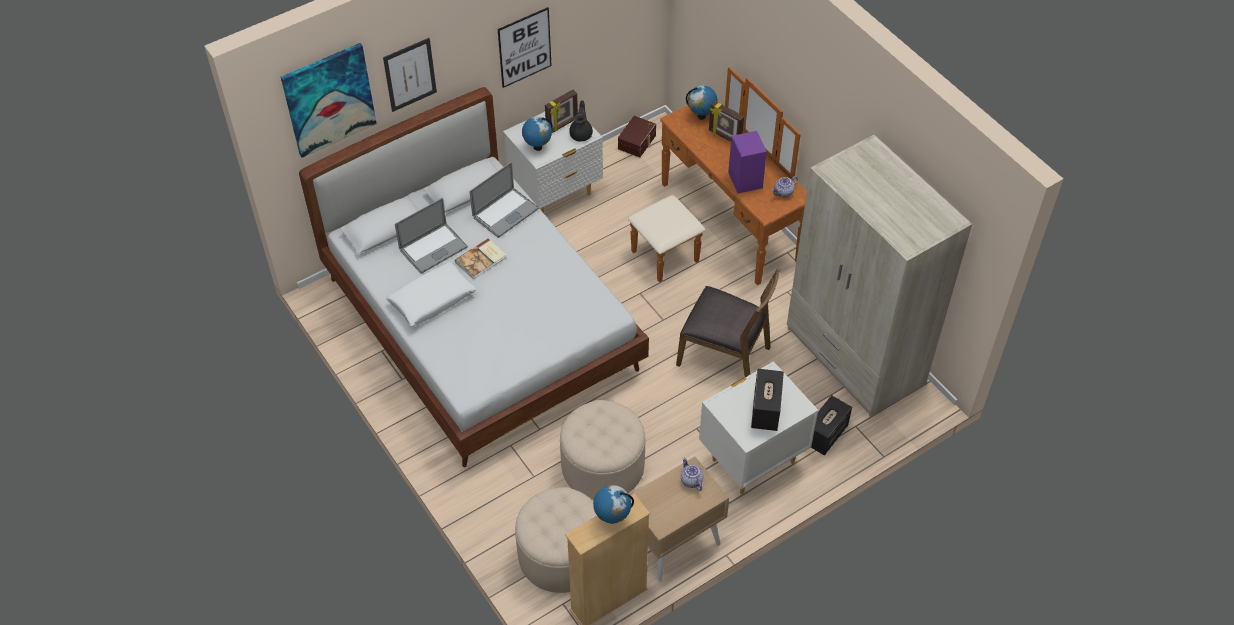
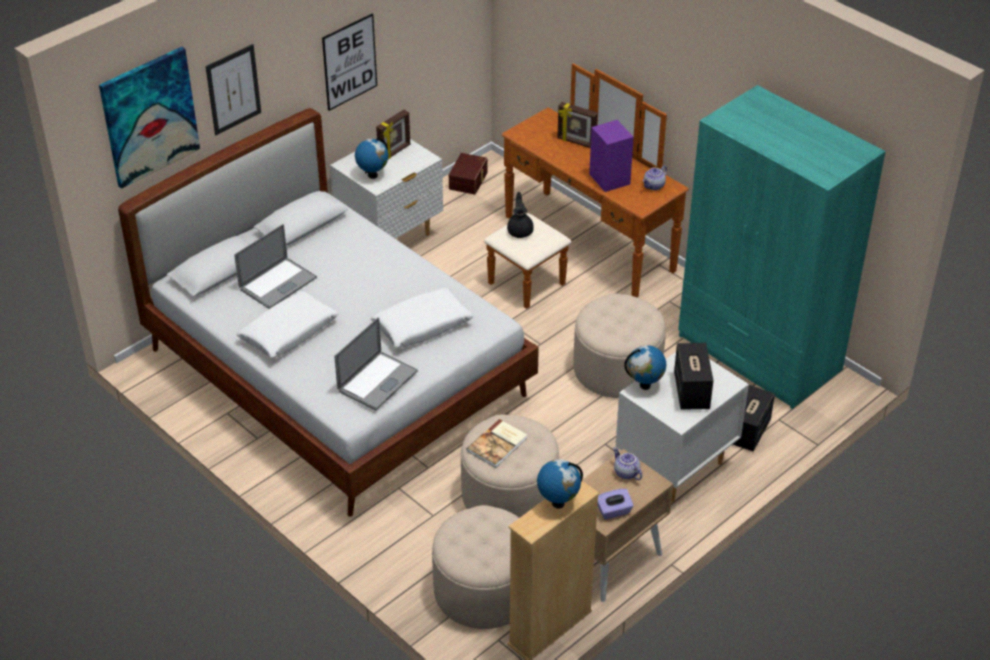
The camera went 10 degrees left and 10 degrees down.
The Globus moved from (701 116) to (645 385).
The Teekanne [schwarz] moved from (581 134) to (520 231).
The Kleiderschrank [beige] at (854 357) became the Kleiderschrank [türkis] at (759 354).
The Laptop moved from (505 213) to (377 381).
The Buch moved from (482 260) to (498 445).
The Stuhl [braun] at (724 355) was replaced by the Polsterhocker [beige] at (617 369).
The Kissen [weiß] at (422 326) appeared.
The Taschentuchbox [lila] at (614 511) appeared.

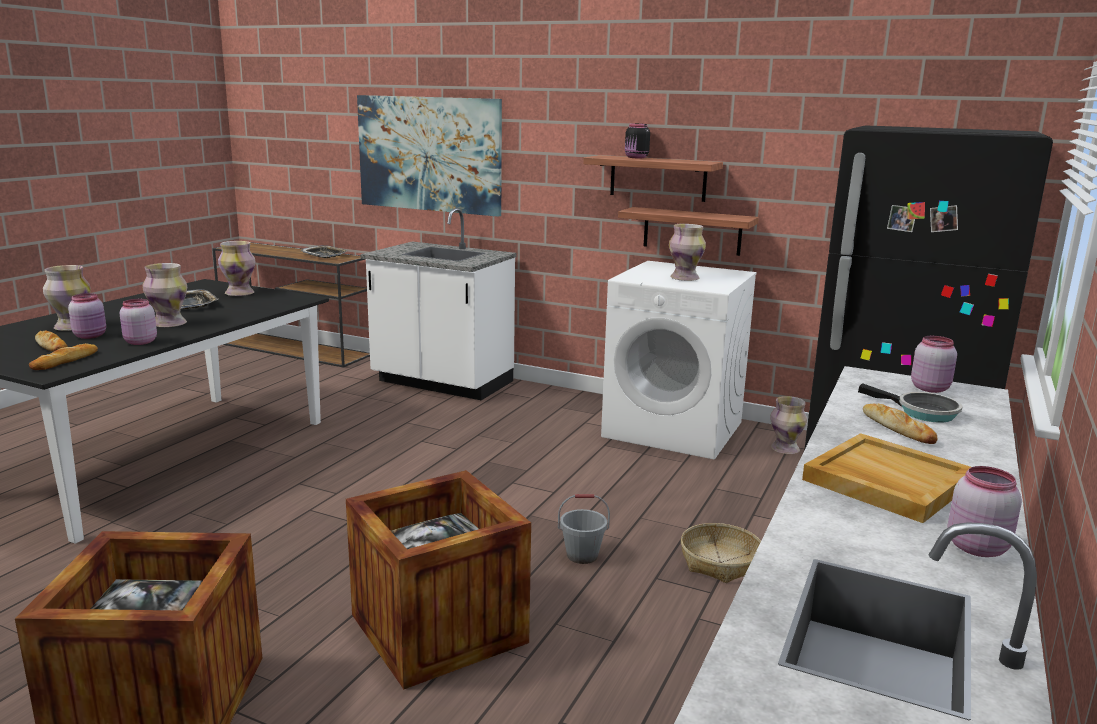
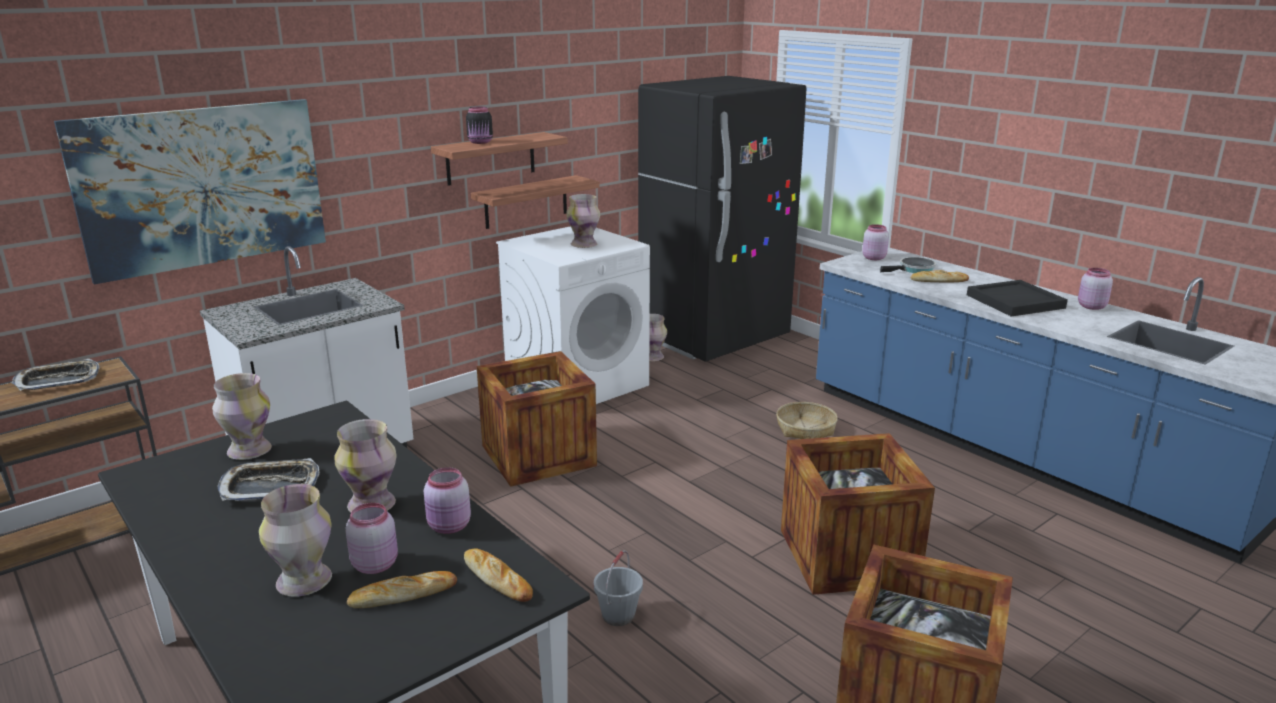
The camera went 65 degrees left and 5 degrees up.
The Tablett [beige] at (885 481) became the Tablett [schwarz] at (1015 302).
The Eimer [grau] moved from (582 555) to (618 615).
The Kiste at (538 455) appeared.

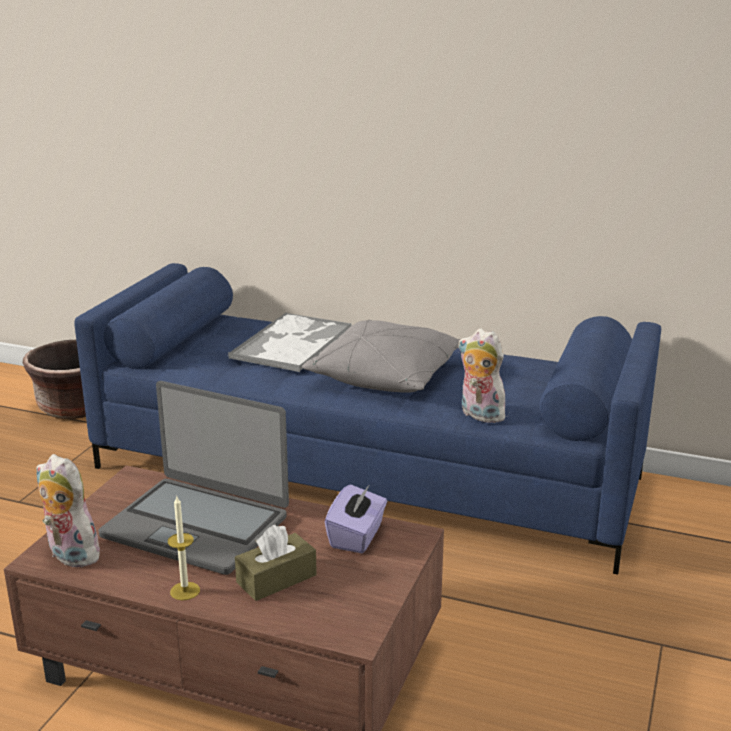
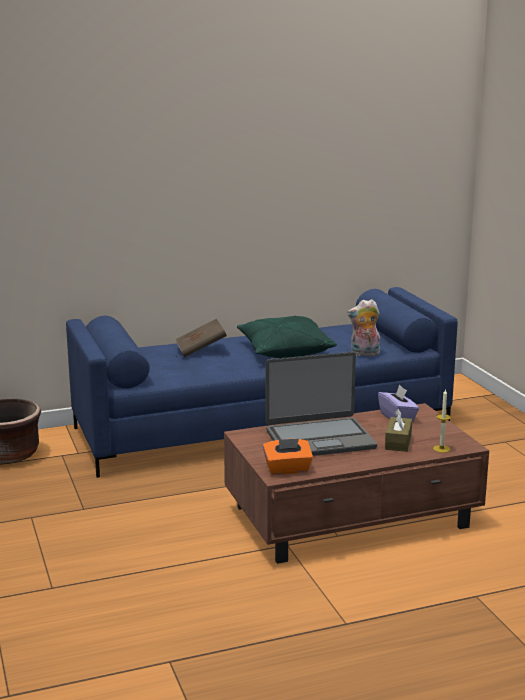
The camera went 40 degrees left and 5 degrees down.
The Tablett at (293 343) was replaced by the Buch [braun] at (201 350).
The Kissen [grau] at (386 376) became the Kissen [grün] at (284 351).
The Plüschtier at (69 555) was replaced by the Taschentuchbox [orange] at (287 470).
The Kerze moved from (185 591) to (441 449).

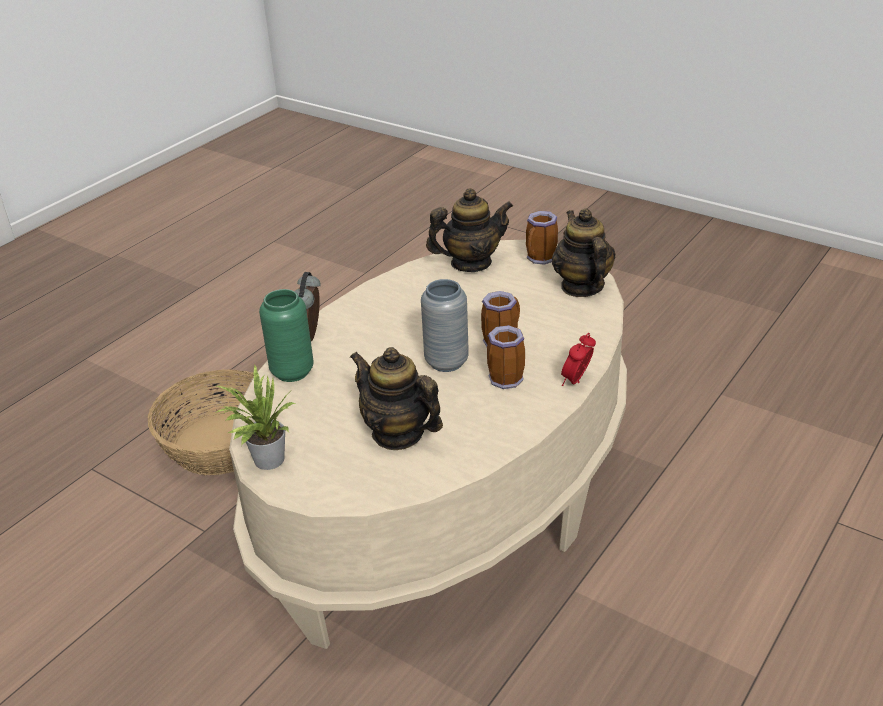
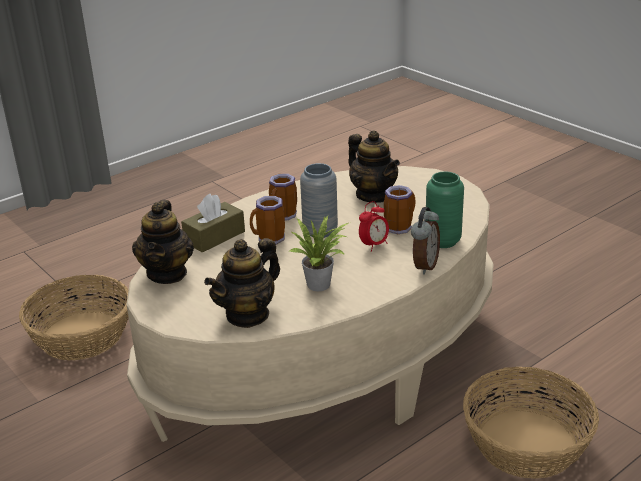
The camera went 165 degrees left and 5 degrees down.
The Teekanne at (470 263) turned 45 degrees counterclockwise.
The Henkelbecher moved from (540 259) to (399 227).
The Wecker moved from (577 381) to (374 245).
The Topfpflanze moved from (265 460) to (322 284).
The Taschentuchbox [braun] at (214 237) appeared.
The Korb at (81 335) appeared.

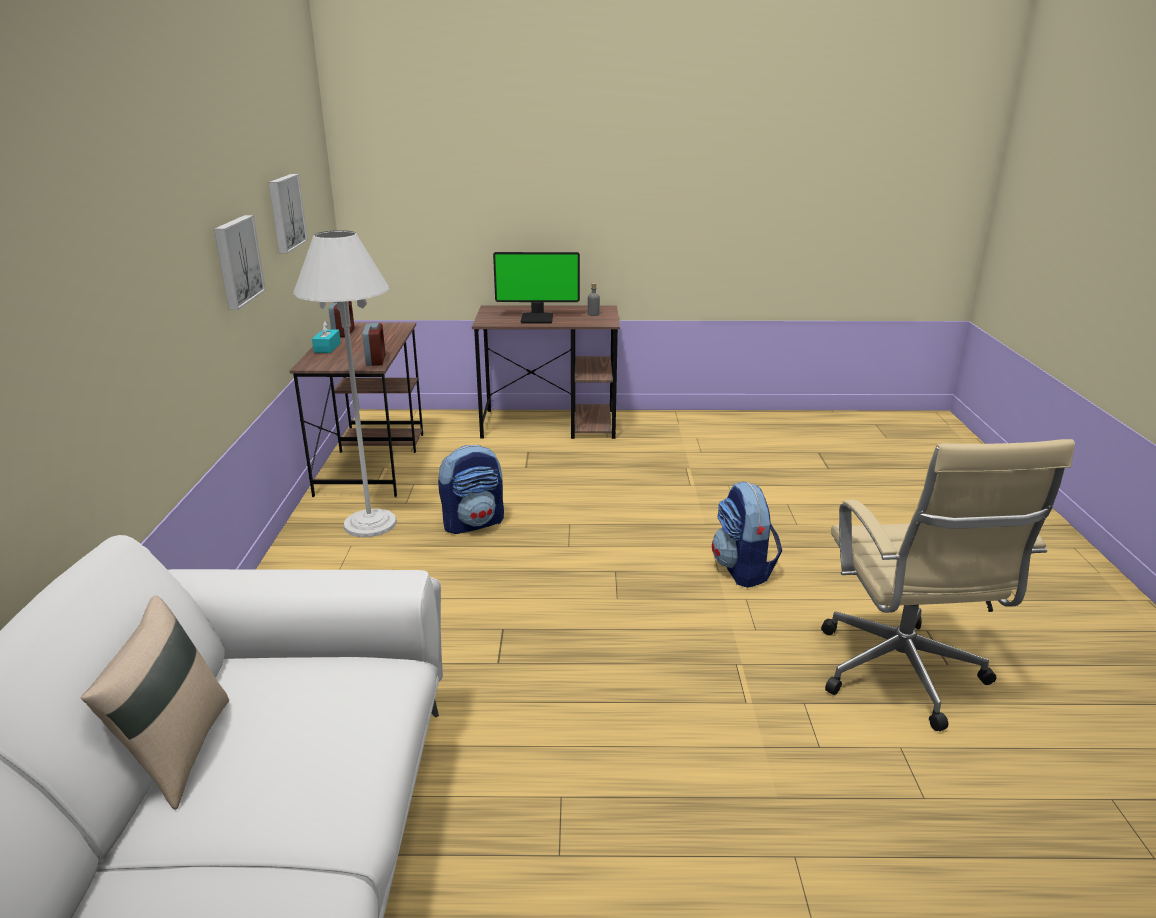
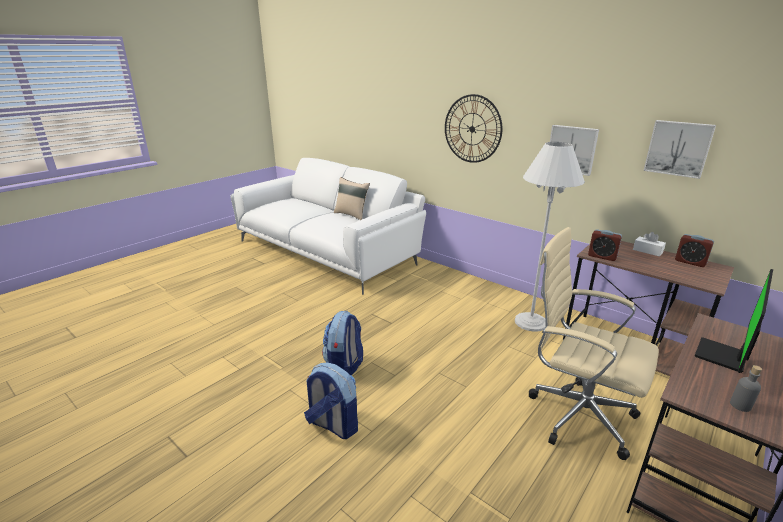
The camera went 130 degrees right and 0 degrees up.
The Taschentuchbox [türkis] at (327 347) became the Taschentuchbox [weiß] at (647 251).
The Bürostuhl [beige] moved from (902 677) to (576 415).
The Rucksack moved from (473 523) to (344 367).
The Wanduhr at (472 129) appeared.

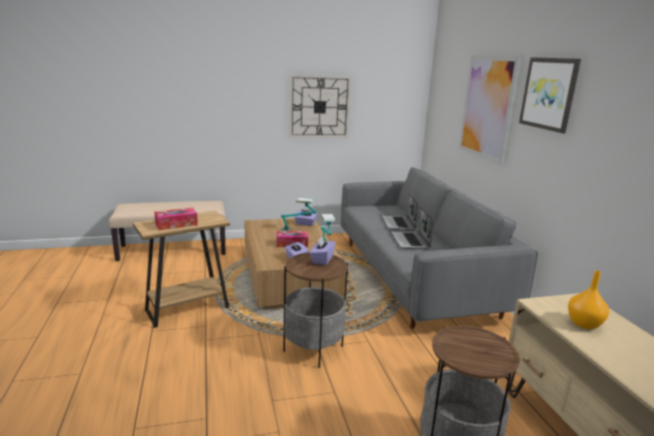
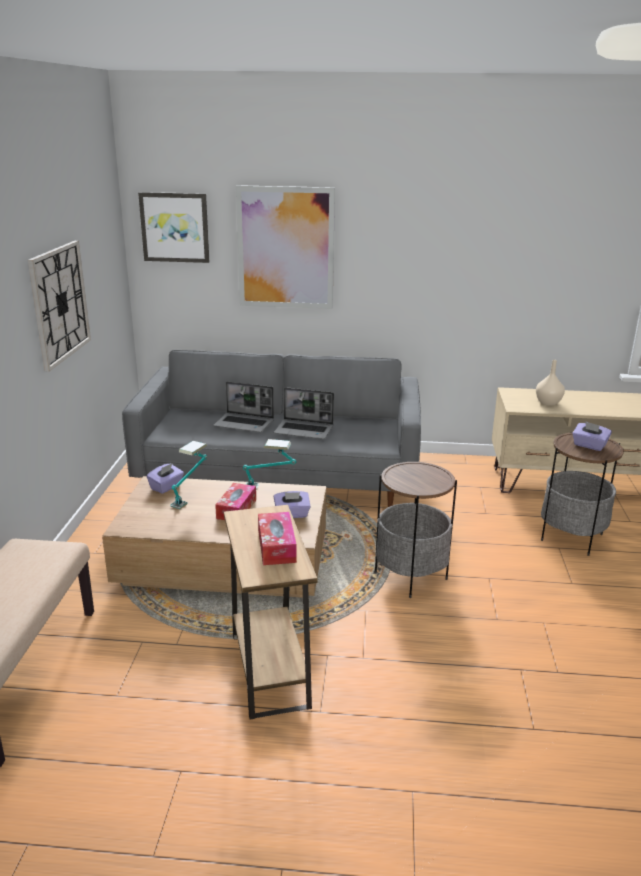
The camera went 70 degrees left and 5 degrees up.
The Bild moved from (549 93) to (175 227).
The Taschentuchbox [lila] moved from (322 259) to (589 445).
The Vase [orange] at (583 324) became the Vase [beige] at (548 403).

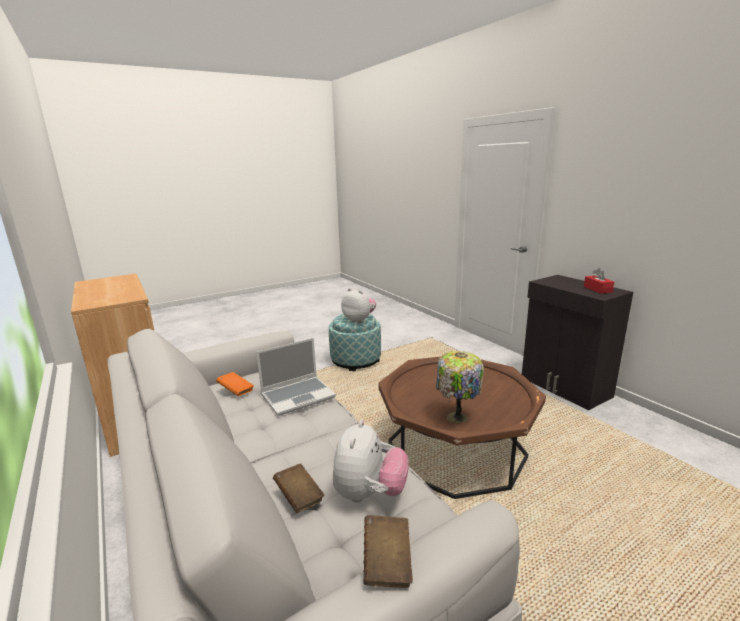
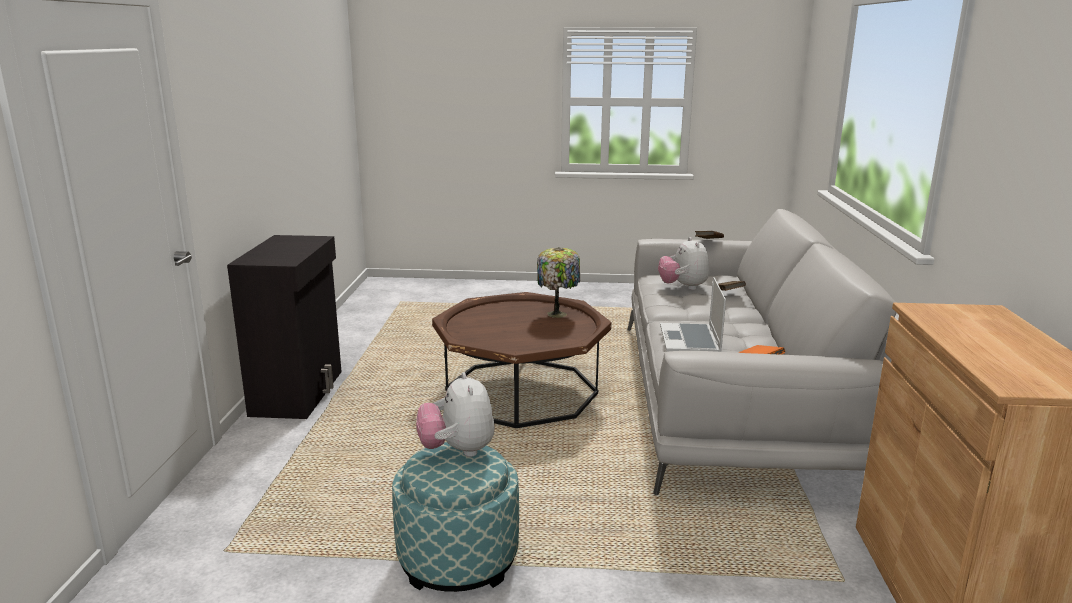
The camera went 145 degrees left and 0 degrees up.
The Taschentuchbox [rot] at (597 289) disappeared.
The Laptop at (298 396) turned 90 degrees counterclockwise.
The Plüschtier at (369 494) turned 60 degrees counterclockwise.

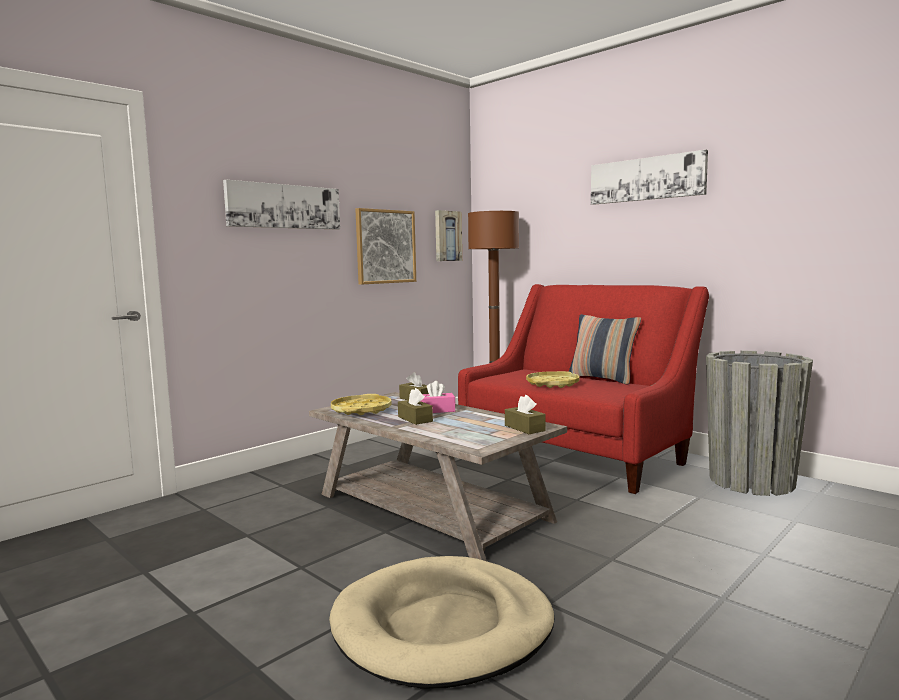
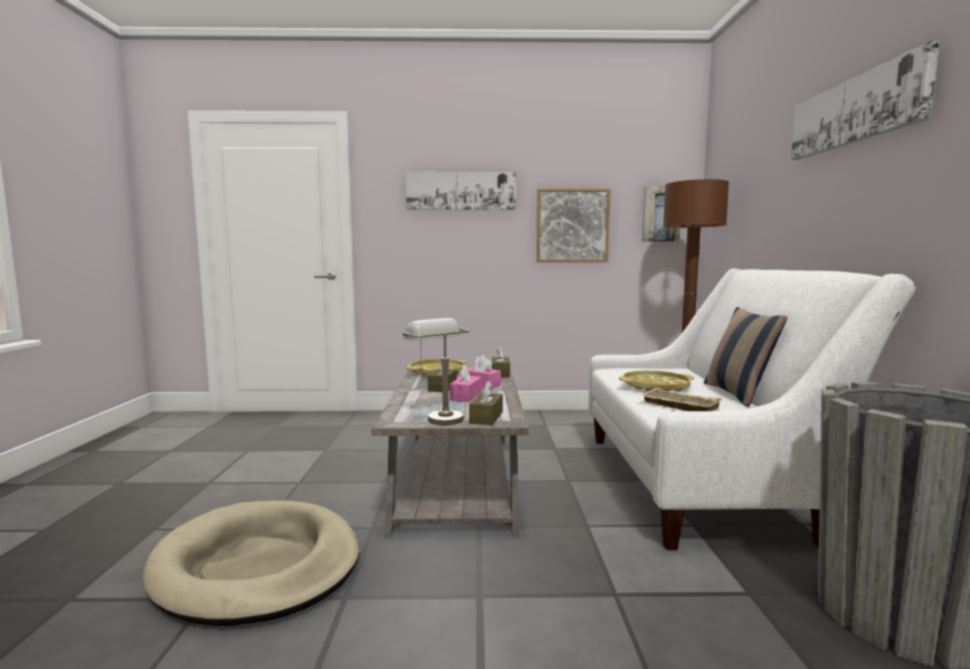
The camera went 45 degrees right and 0 degrees up.
The Sofa [rot] at (576 453) became the Sofa [weiß] at (701 482).
The Tischlampe [grau] at (437 417) appeared.
The Taschentuchbox [rosa] at (466 396) appeared.
The Tablett [beige] at (678 406) appeared.

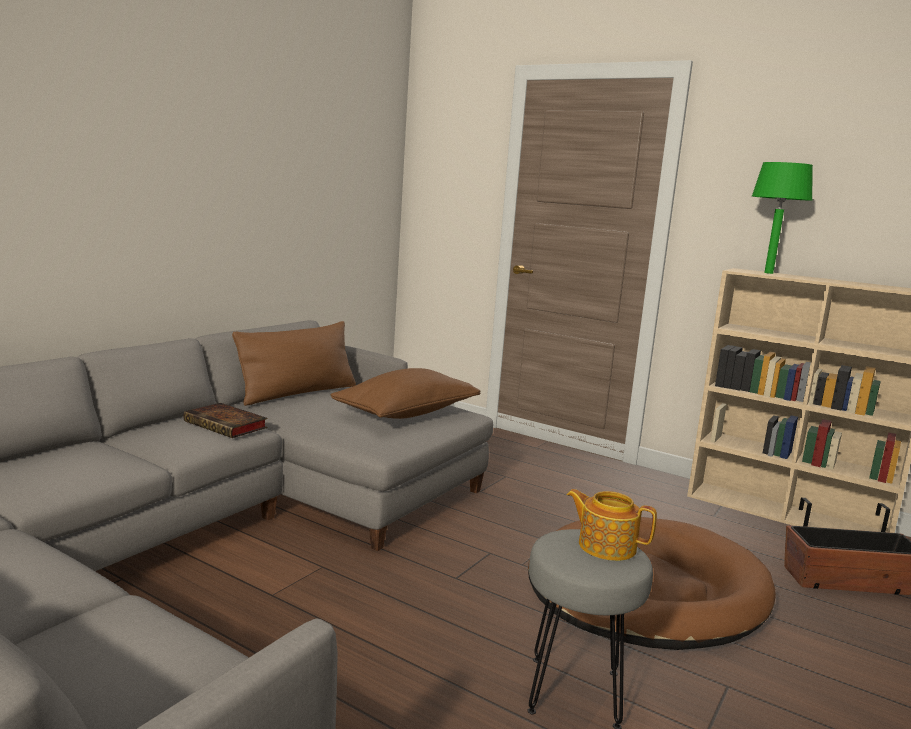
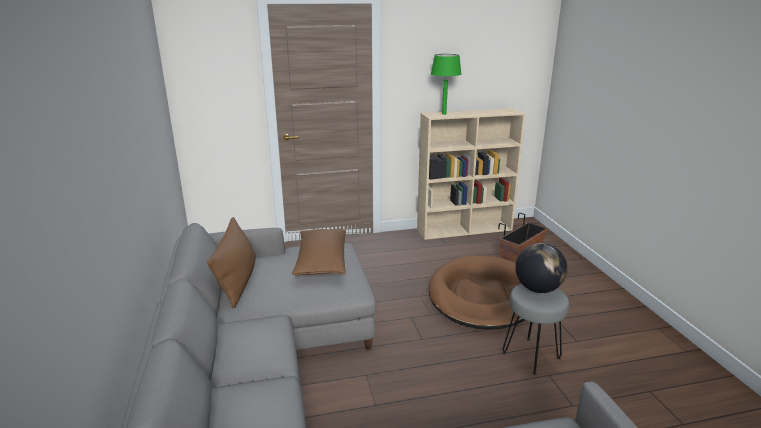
The camera went 45 degrees left and 10 degrees up.
The Buch at (227 425) disappeared.
The Teekanne at (605 546) was replaced by the Globus at (538 289).

